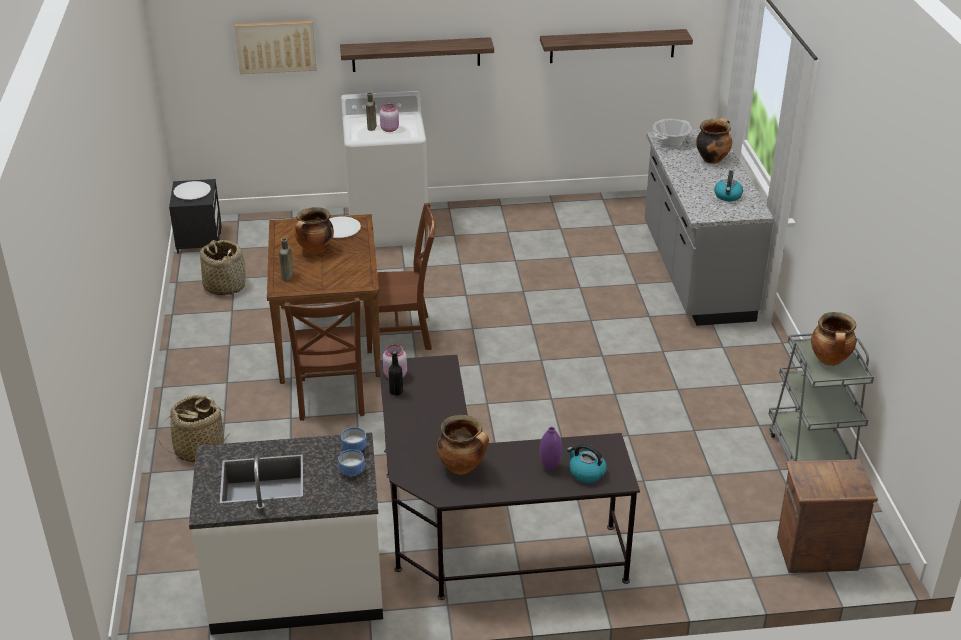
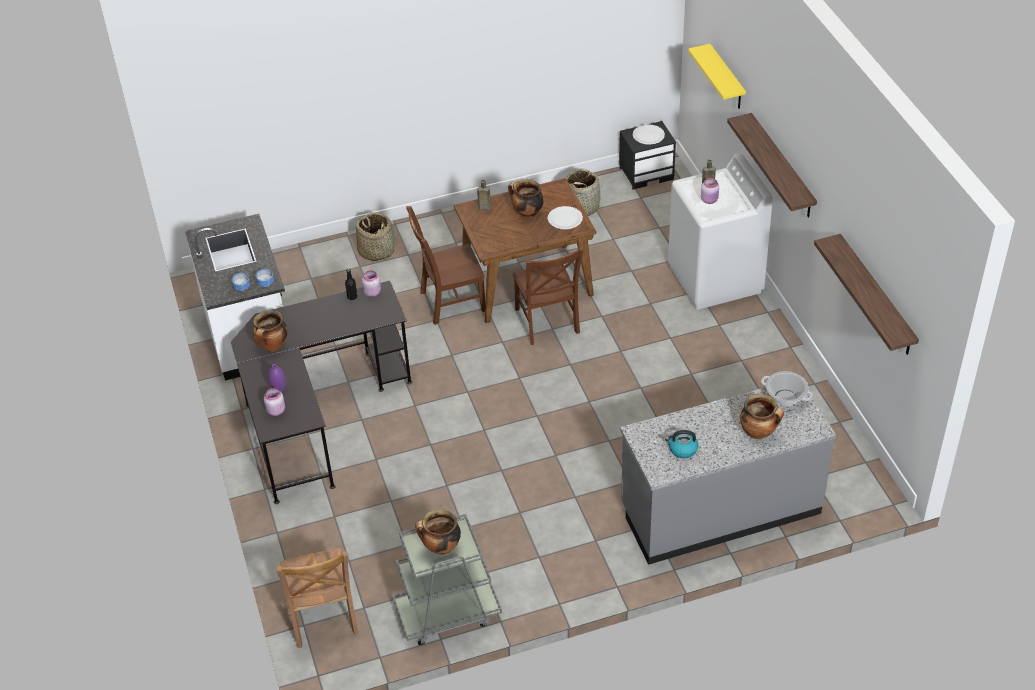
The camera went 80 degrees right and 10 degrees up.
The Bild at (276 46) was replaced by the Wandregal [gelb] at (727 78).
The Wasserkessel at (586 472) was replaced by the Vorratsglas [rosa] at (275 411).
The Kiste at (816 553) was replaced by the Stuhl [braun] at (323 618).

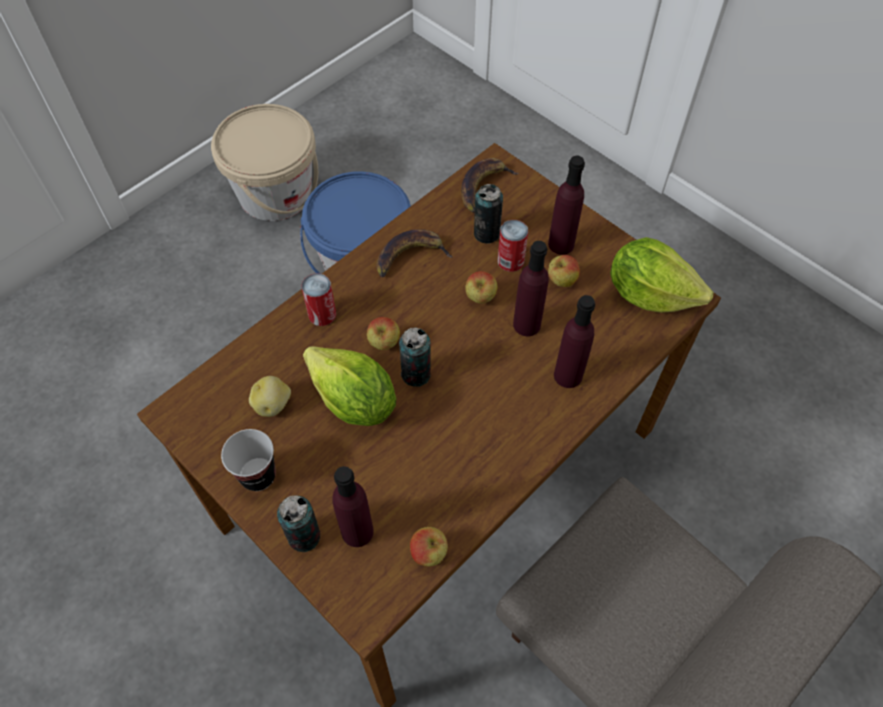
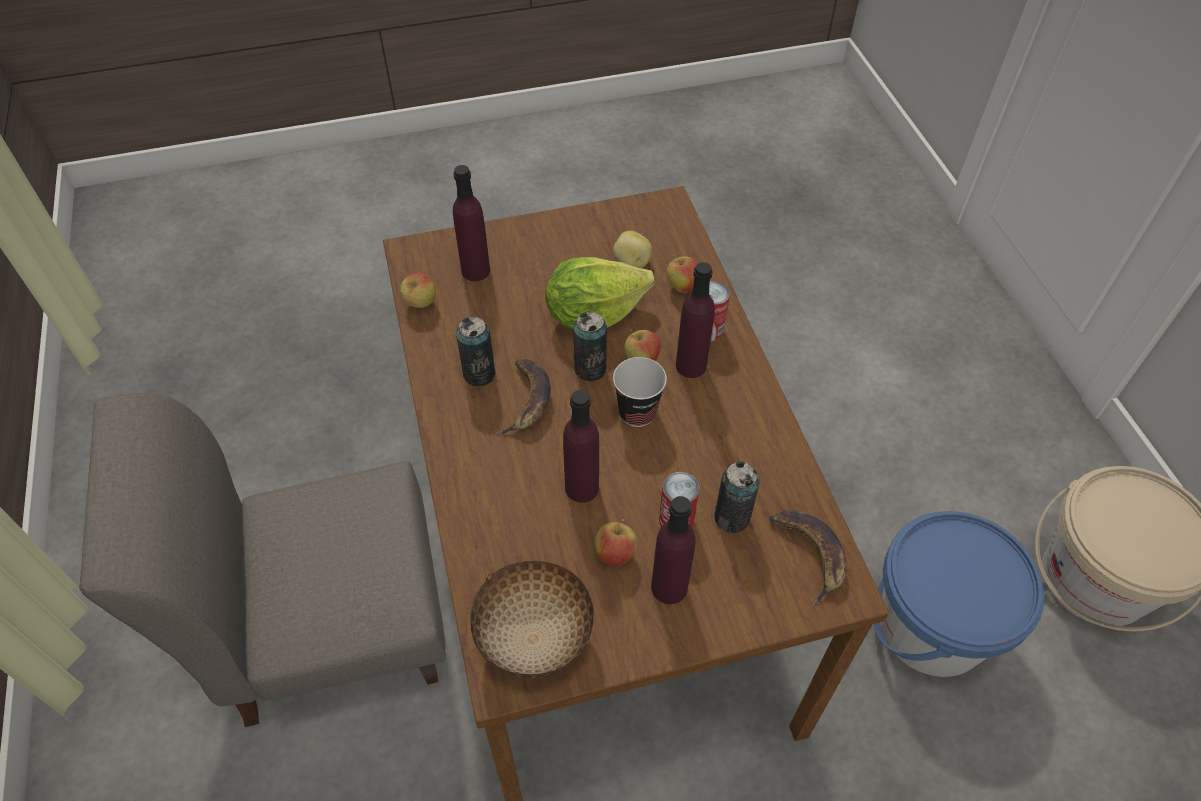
The camera went 120 degrees right and 5 degrees down.
The Banane moved from (410 256) to (527 401).
The Salatkopf at (649 294) was replaced by the Schüssel at (536 637).
The Apfel moved from (480 298) to (681 286).
The Flasche [lila] moved from (568 375) to (691 365).
The Tasse moved from (258 475) to (637 412).
The Dose moved from (304 536) to (479 374).

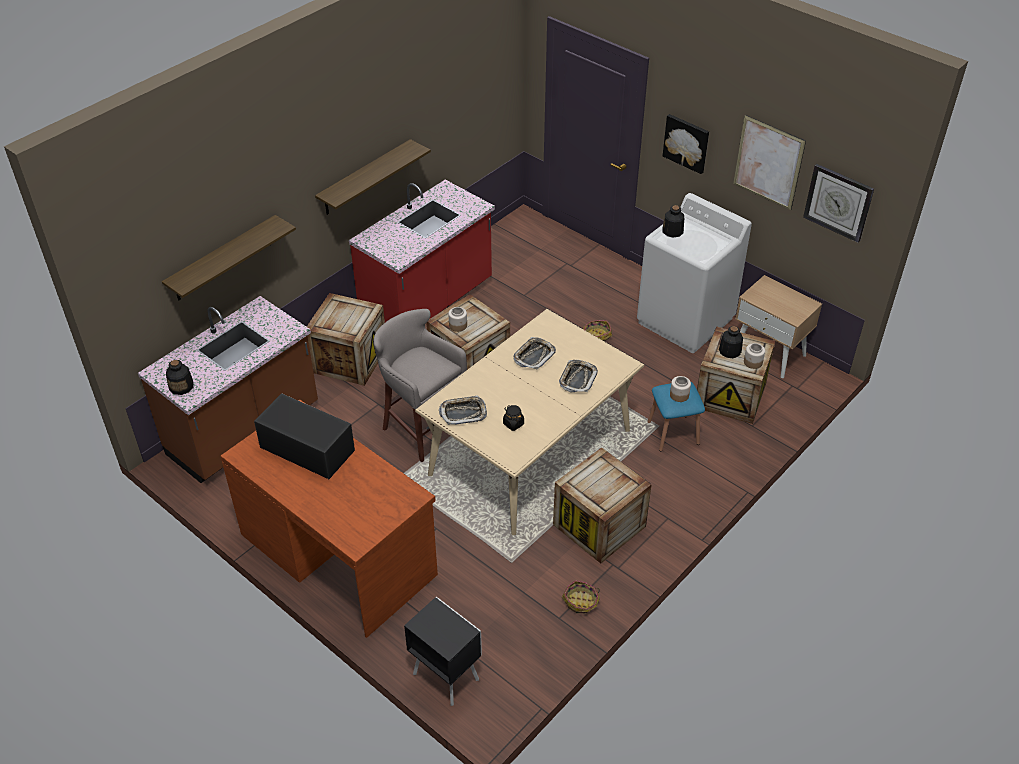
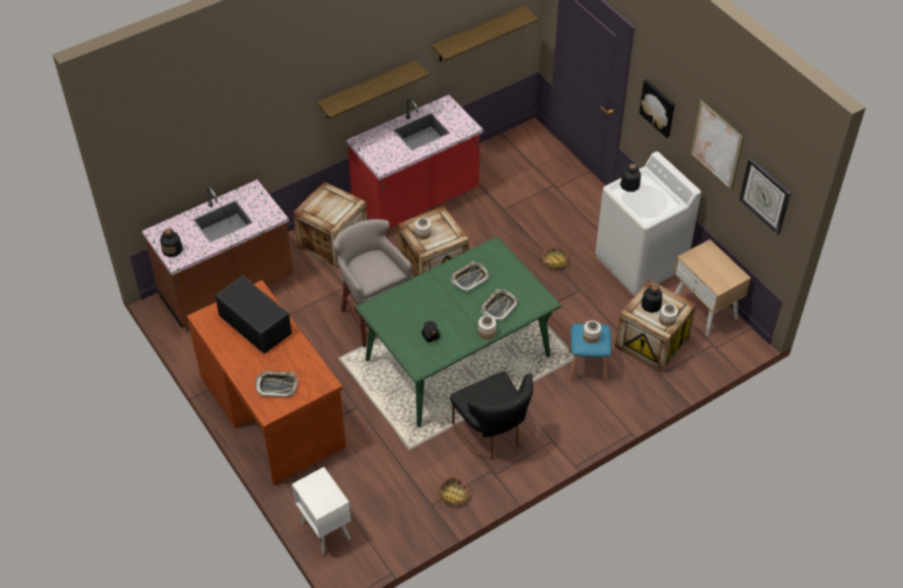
The camera went 15 degrees right and 5 degrees up.
The Wandregal moved from (222 259) to (478 34).
The Esstisch [beige] at (530 451) became the Esstisch [grün] at (458 357).
The Tablett moved from (463 413) to (277 385).
The Kiste at (599 525) was replaced by the Stuhl [schwarz] at (492 435).
The Nachttisch [schwarz] at (445 675) became the Nachttisch [weiß] at (325 529).
The Vorratsglas at (486 332) appeared.

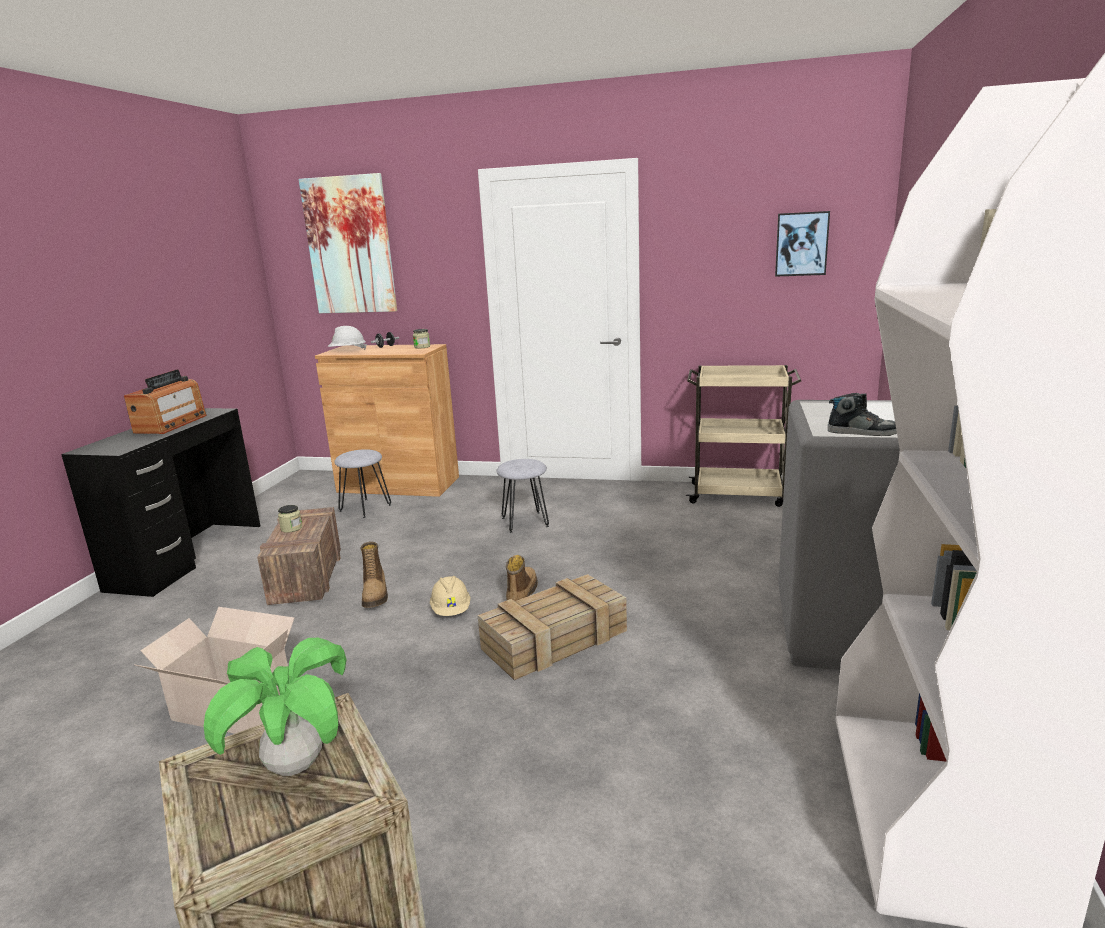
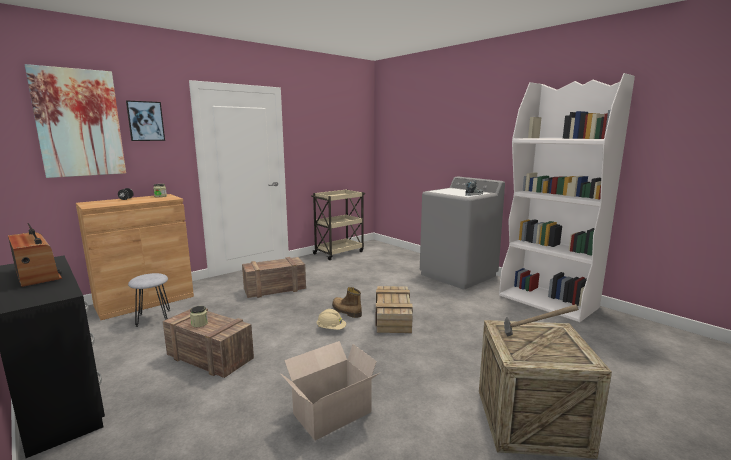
The camera went 55 degrees left and 5 degrees down.
The Bild moved from (801 244) to (145 121).
The Schutzhelm [weiß] at (347 351) disappeared.
The Hocker [grau] at (525 522) was replaced by the Kiste at (275 289).
The Stiefel at (375 595) disappeared.
The Topfpflanze at (295 766) was replaced by the Hammer at (533 337).

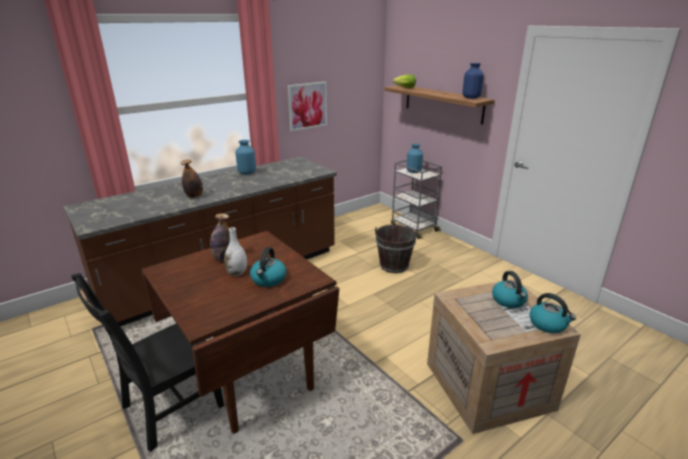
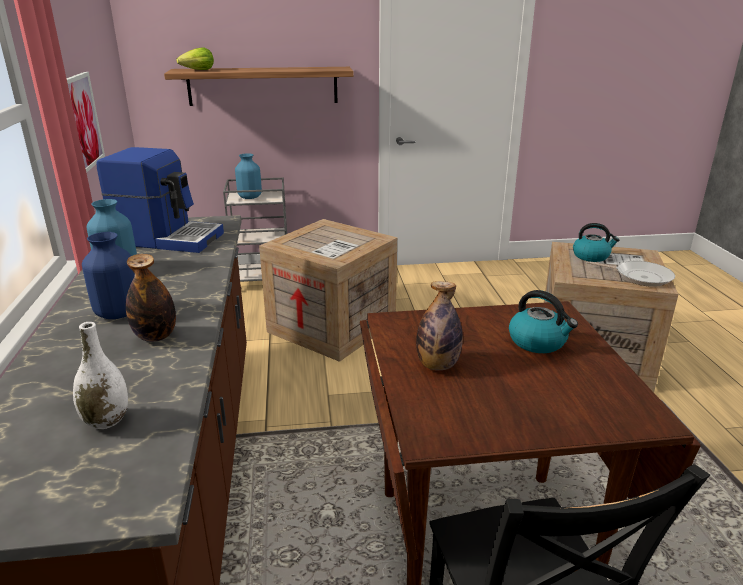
The camera went 60 degrees left and 0 degrees up.
The Vase [blau] moved from (471 97) to (117 313).
The Eimer [braun] at (394 266) was replaced by the Kiste at (334 326).
The Vase [weiß] moved from (237 273) to (106 421).
The Wasserkessel at (548 324) disappeared.
The Kaffeemaschine at (168 238) appeared.
The Pfanne at (640 277) appeared.

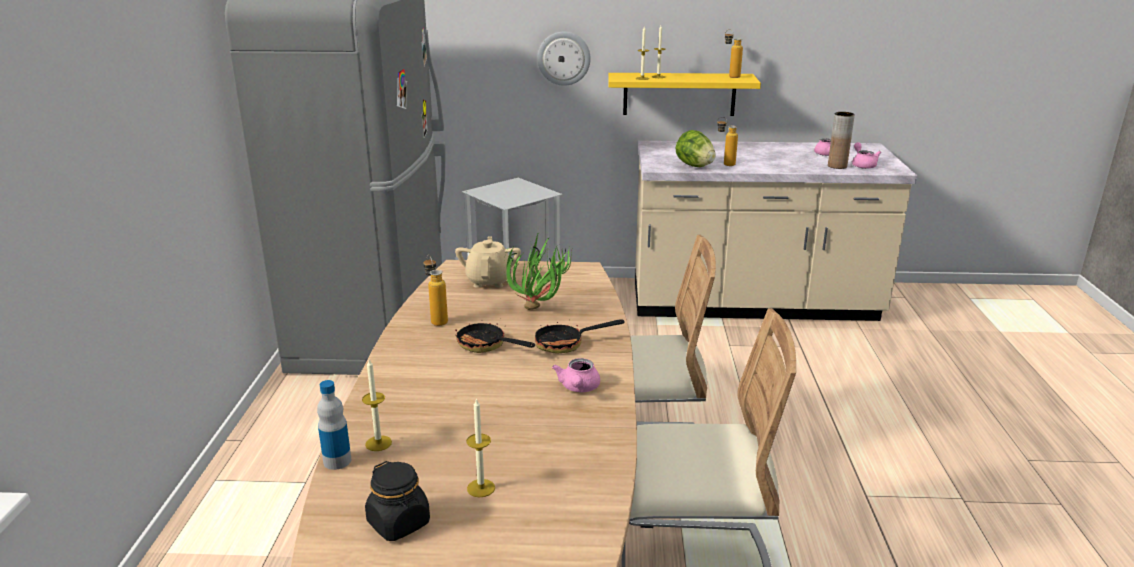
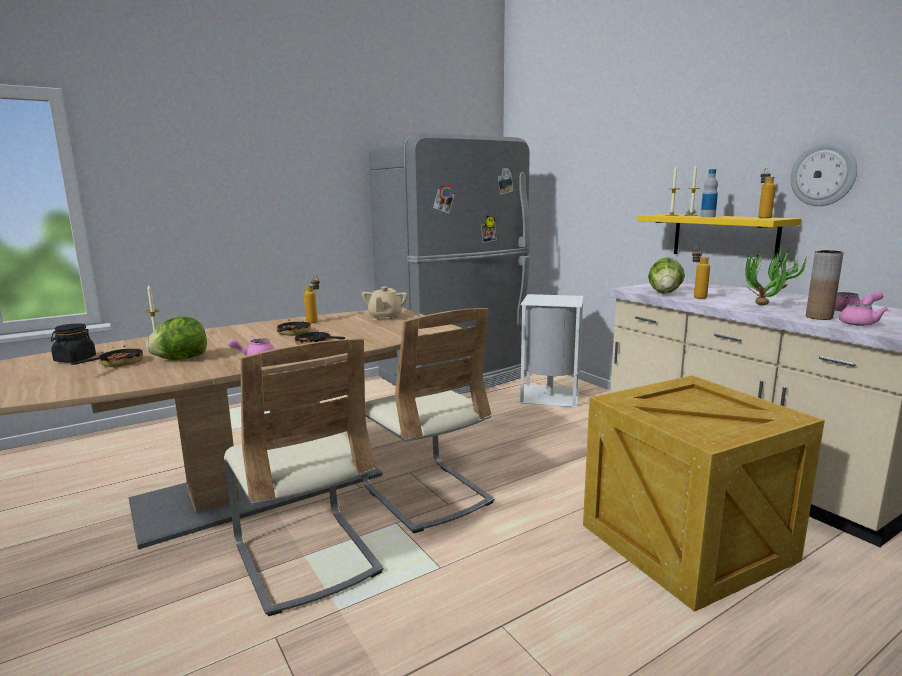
The camera went 55 degrees right and 10 degrees down.
The Wanduhr moved from (564 58) to (823 174).
The Topfpflanze moved from (540 311) to (766 307).
The Teekanne [beige] at (489 281) turned 135 degrees clockwise.
The Flasche moved from (337 461) to (707 216).
The Kerze at (481 488) was replaced by the Pfanne at (116 364).
The Salatkopf at (181 359) appeared.
The Kiste at (689 543) appeared.

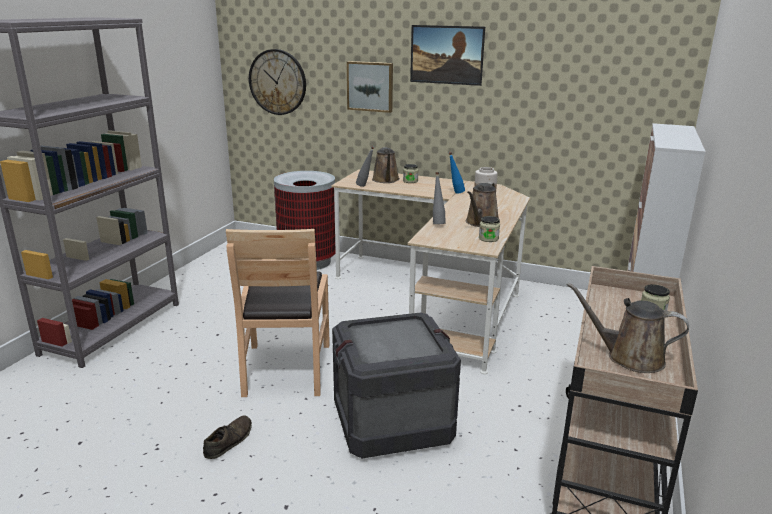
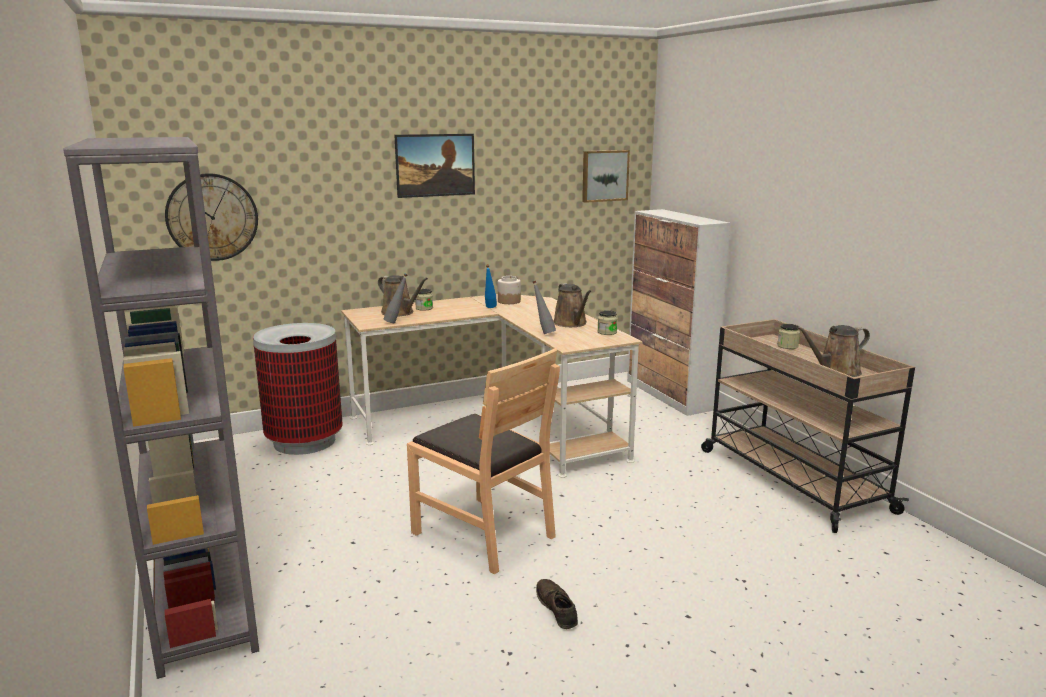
The camera went 45 degrees left and 5 degrees down.
The Bild moved from (370 86) to (604 175).
The Kiste at (393 423) disappeared.

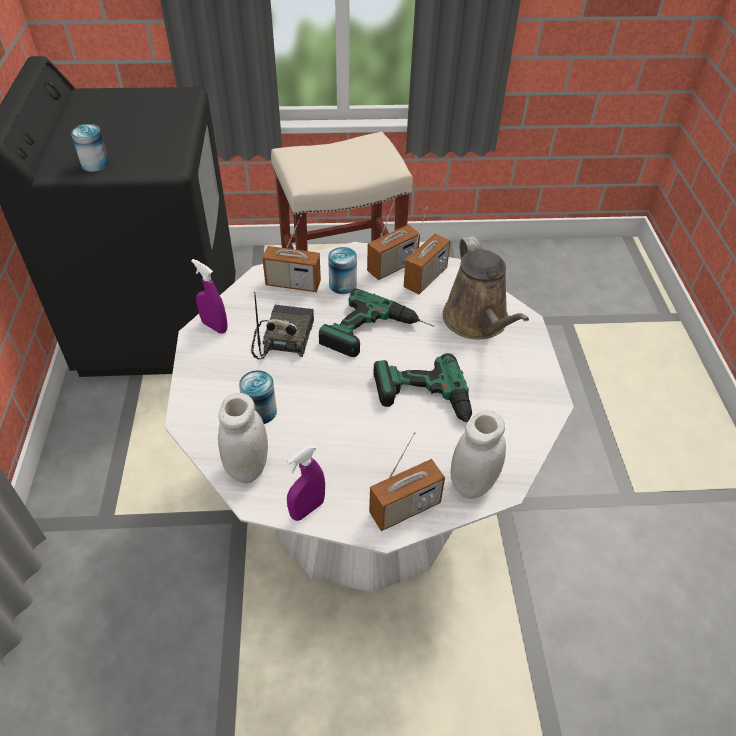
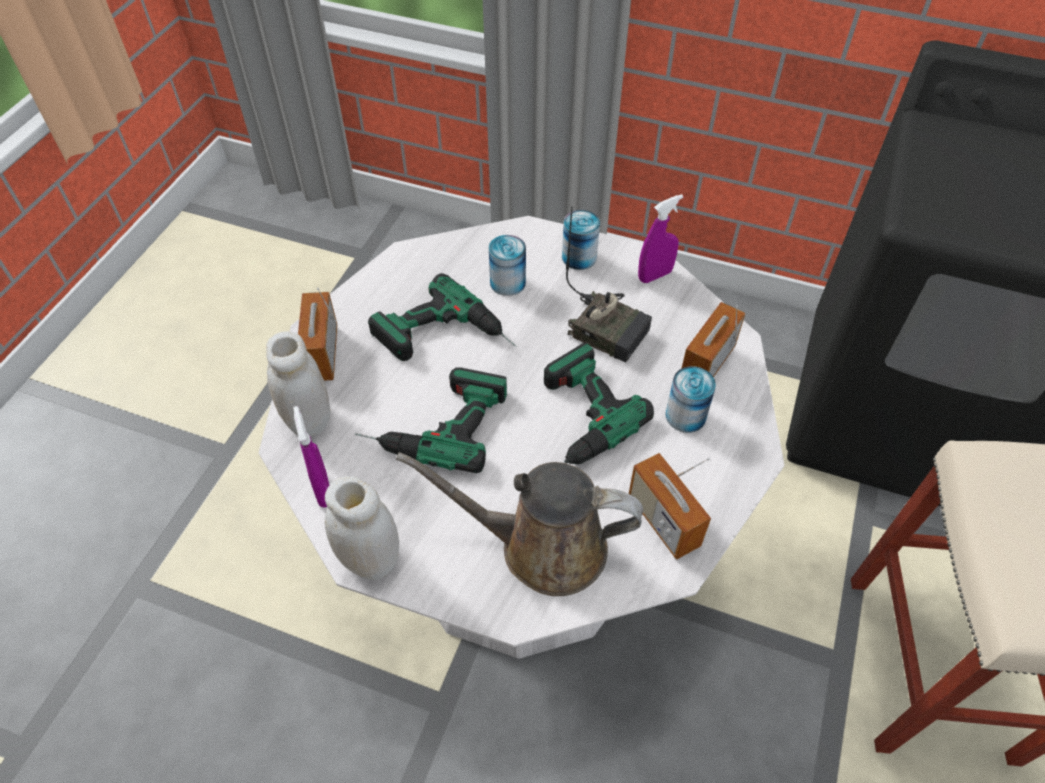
The camera went 115 degrees right and 5 degrees up.
The Dose moved from (95 164) to (579 257).
The Radio at (392 267) disappeared.
The Vorratsglas [weiß] moved from (248 467) to (370 559).
The Sprühflasche [lila] moved from (307 509) to (323 490).
The Bohrmaschine at (447 339) appeared.

